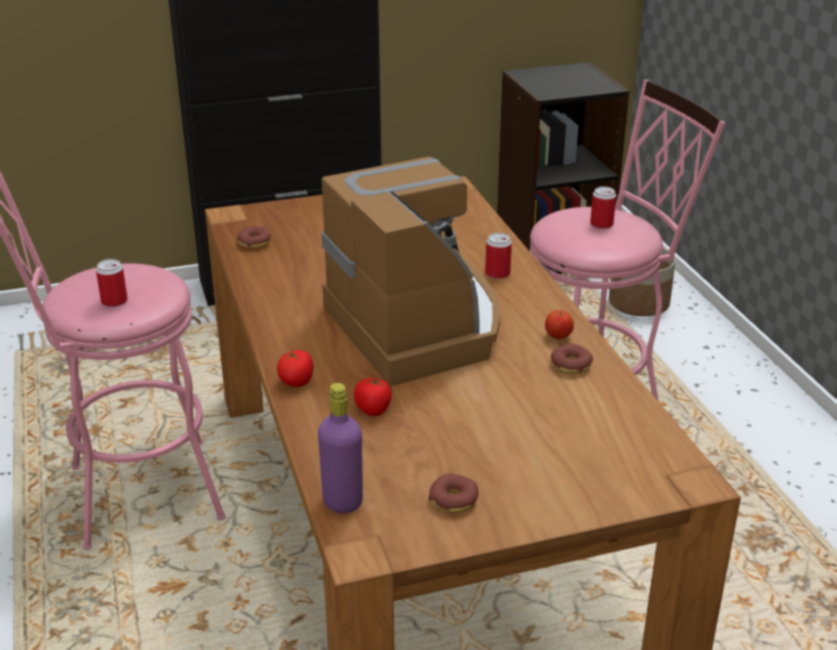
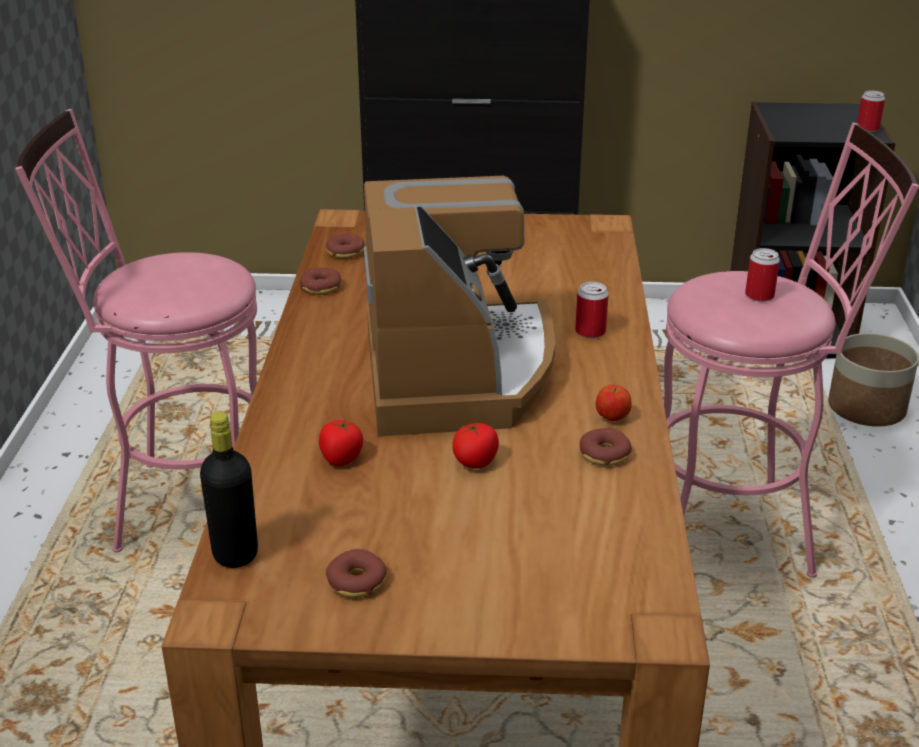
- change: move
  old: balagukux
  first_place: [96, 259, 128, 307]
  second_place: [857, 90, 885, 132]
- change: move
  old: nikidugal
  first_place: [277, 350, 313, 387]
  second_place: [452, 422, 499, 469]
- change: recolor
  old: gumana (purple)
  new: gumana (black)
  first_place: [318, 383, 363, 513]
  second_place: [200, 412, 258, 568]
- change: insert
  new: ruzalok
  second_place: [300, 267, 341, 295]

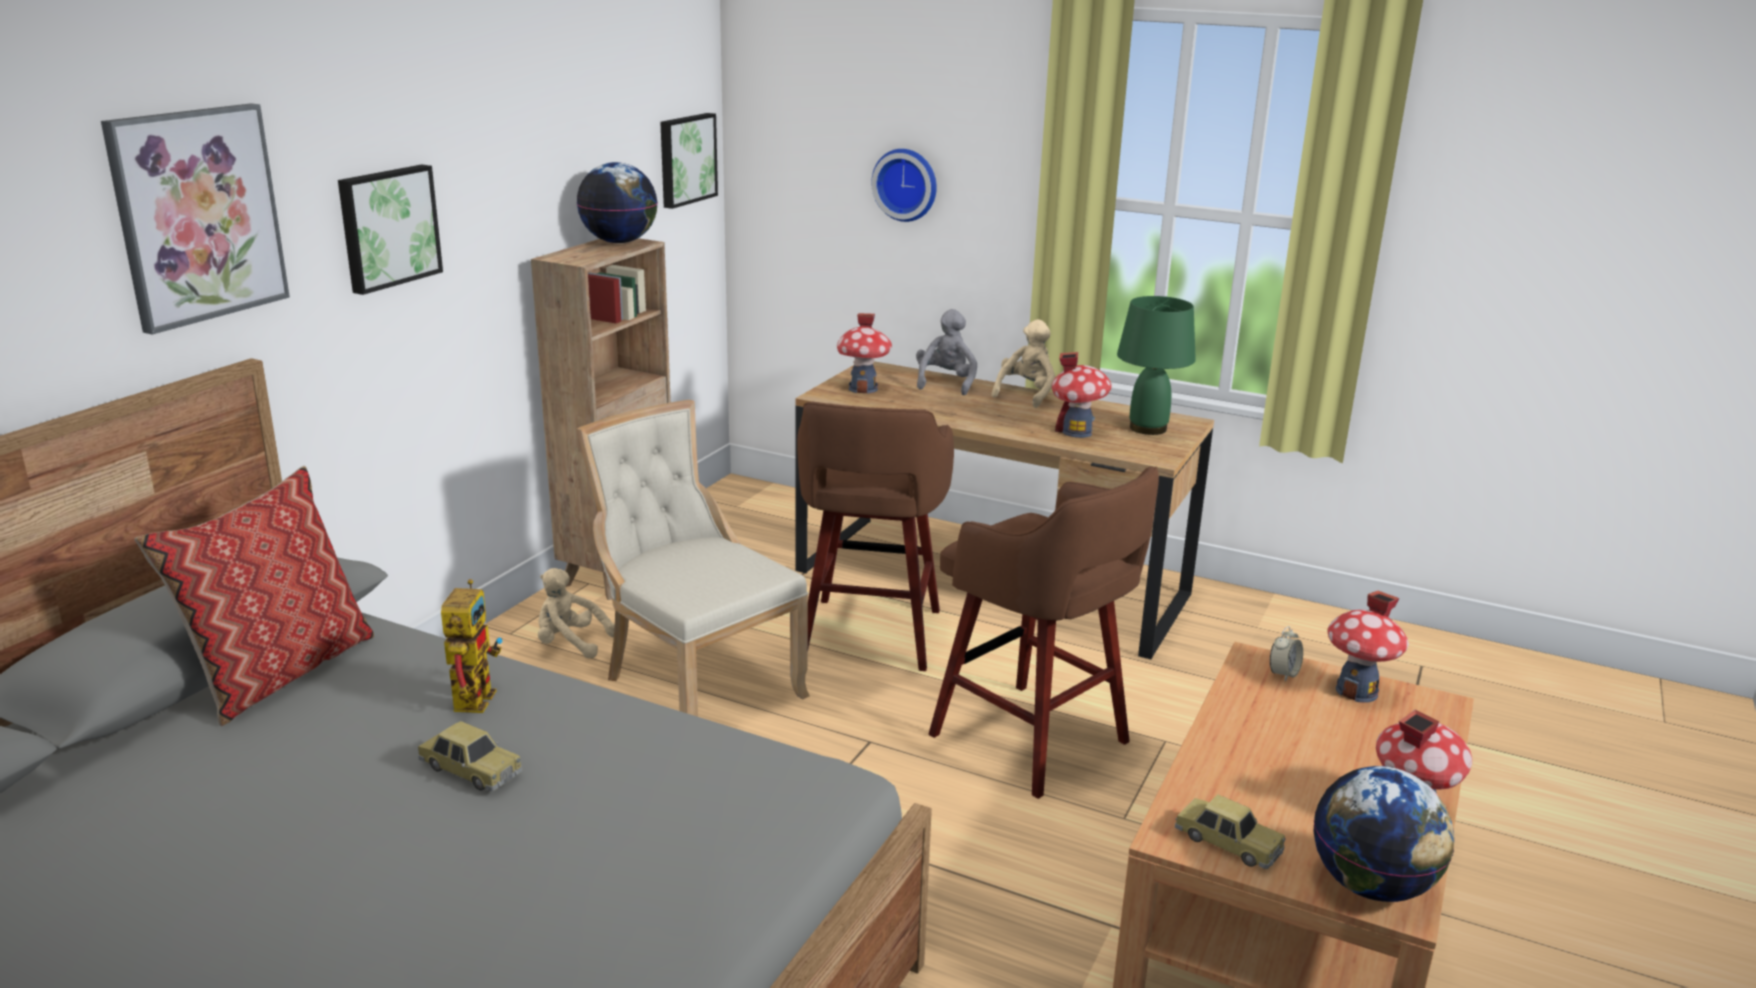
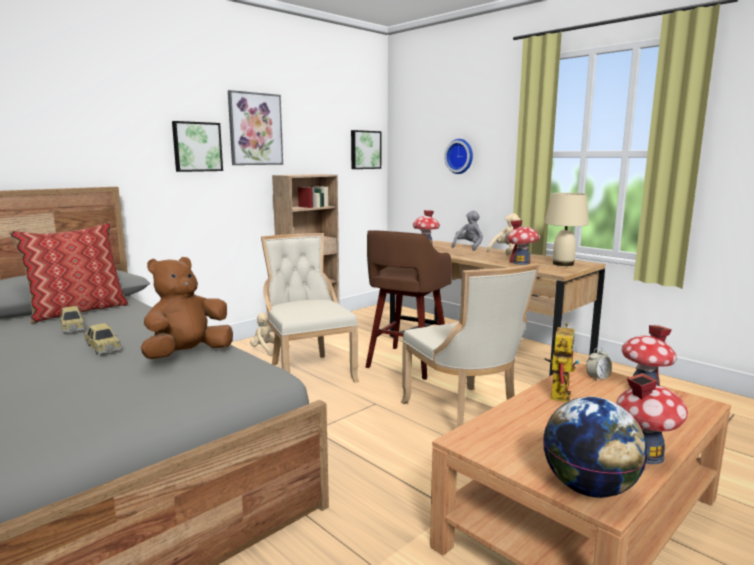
- change: move
  old: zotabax
  first_place: [101, 103, 290, 334]
  second_place: [228, 90, 283, 165]
- change: delete
  old: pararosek
  first_place: [576, 162, 658, 243]
- change: recolor
  old: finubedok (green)
  new: finubedok (beige)
  first_place: [1117, 296, 1196, 435]
  second_place: [545, 193, 589, 266]
- change: replace
  old: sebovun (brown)
  new: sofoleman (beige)
  first_place: [929, 466, 1159, 799]
  second_place: [401, 263, 540, 427]
- change: move
  old: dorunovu
  first_place: [441, 579, 503, 713]
  second_place: [544, 323, 579, 402]
- change: move
  old: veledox
  first_place: [1175, 795, 1285, 869]
  second_place: [59, 306, 85, 333]
- change: insert
  new: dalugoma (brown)
  second_place: [141, 257, 233, 359]

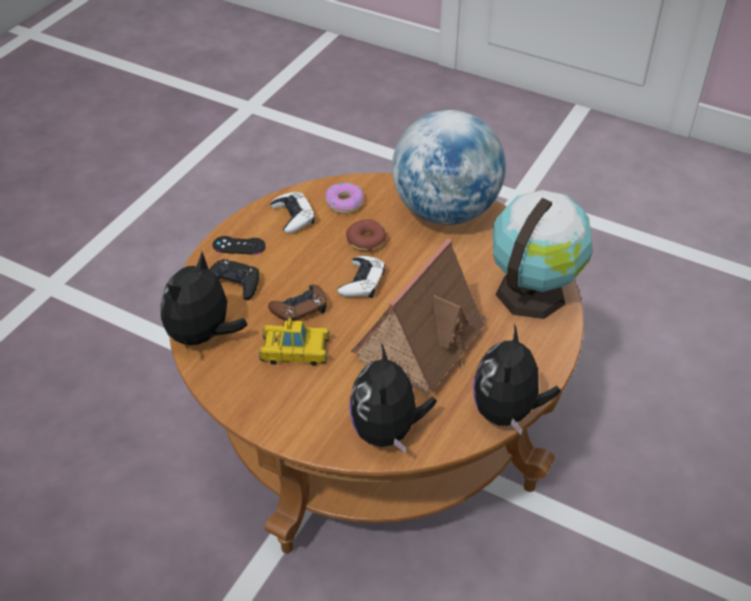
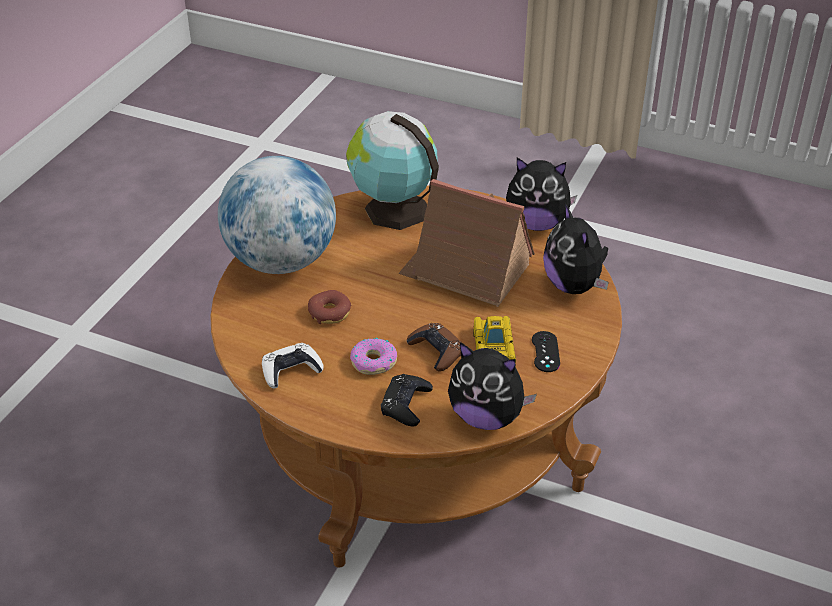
- change: move
  old: ruzalok
  first_place: [325, 183, 364, 214]
  second_place: [350, 337, 397, 375]
- change: move
  old: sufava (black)
  first_place: [212, 236, 266, 255]
  second_place: [532, 331, 560, 372]
- change: delete
  old: sufava (white)
  first_place: [337, 256, 385, 298]
- change: rotate
  old: dalugoma
  first_place: [349, 343, 437, 453]
  second_place: [543, 203, 609, 294]
  degrees: 75

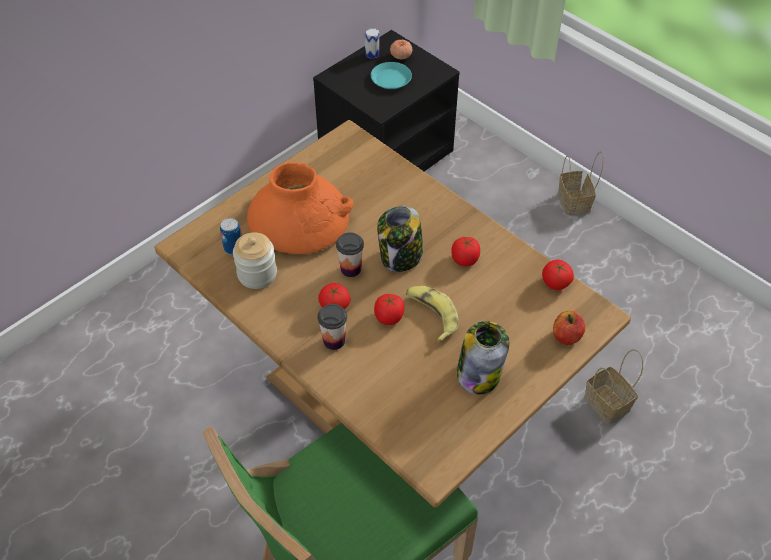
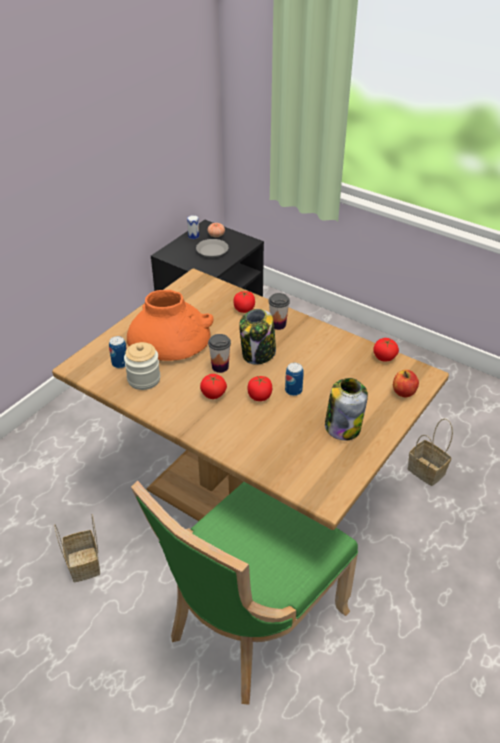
- change: recolor
  old: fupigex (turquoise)
  new: fupigex (grey)
  first_place: [371, 62, 412, 89]
  second_place: [196, 239, 229, 258]
- change: move
  old: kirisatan
  first_place: [558, 151, 604, 215]
  second_place: [54, 514, 100, 582]
- change: move
  old: nikidugal
  first_place: [451, 237, 480, 266]
  second_place: [233, 291, 255, 313]
- change: replace
  old: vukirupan
  new: balagukux
  first_place: [406, 286, 459, 343]
  second_place: [285, 363, 304, 396]
- change: move
  old: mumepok
  first_place: [318, 304, 347, 350]
  second_place: [268, 293, 290, 330]

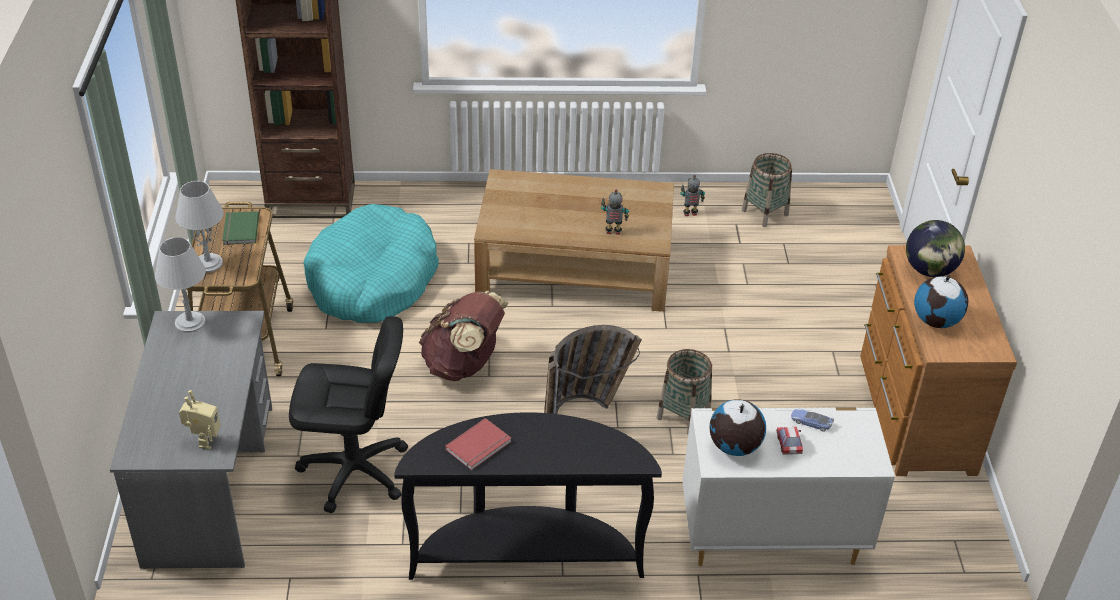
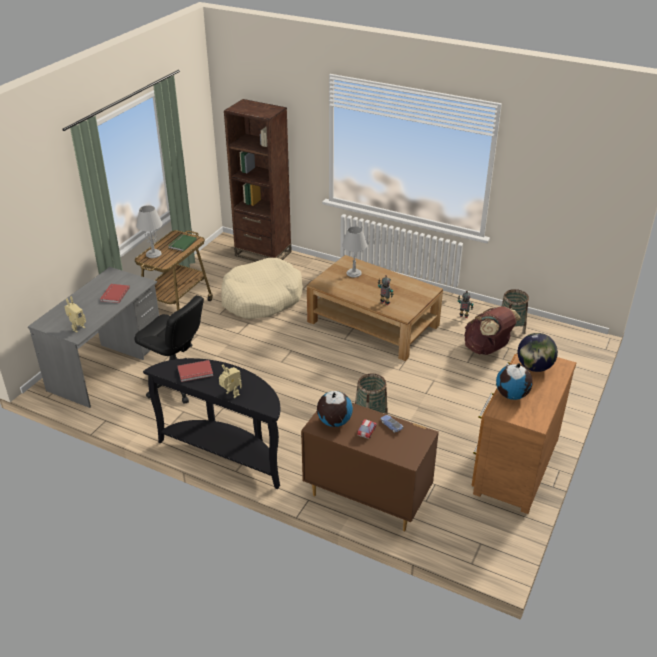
- change: recolor
  old: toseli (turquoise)
  new: toseli (beige)
  first_place: [303, 204, 439, 323]
  second_place: [221, 258, 303, 319]
- change: move
  old: finubedok (grey)
  first_place: [155, 237, 206, 333]
  second_place: [342, 226, 367, 278]
- change: move
  old: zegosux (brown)
  first_place: [419, 291, 508, 381]
  second_place: [465, 306, 522, 355]
- change: delete
  old: kirisatan
  first_place: [544, 325, 642, 414]
- change: recolor
  old: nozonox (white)
  new: nozonox (brown)
  first_place: [682, 408, 895, 566]
  second_place: [301, 403, 439, 531]
- change: insert
  new: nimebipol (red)
  second_place: [100, 284, 130, 303]
- change: insert
  new: dorunovu
  second_place: [219, 365, 242, 398]

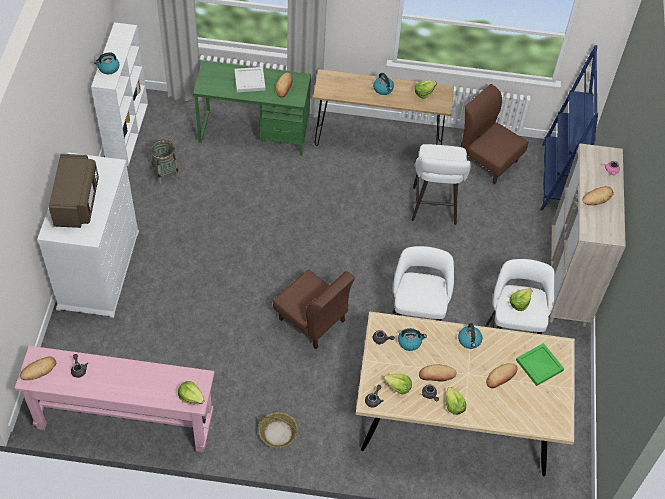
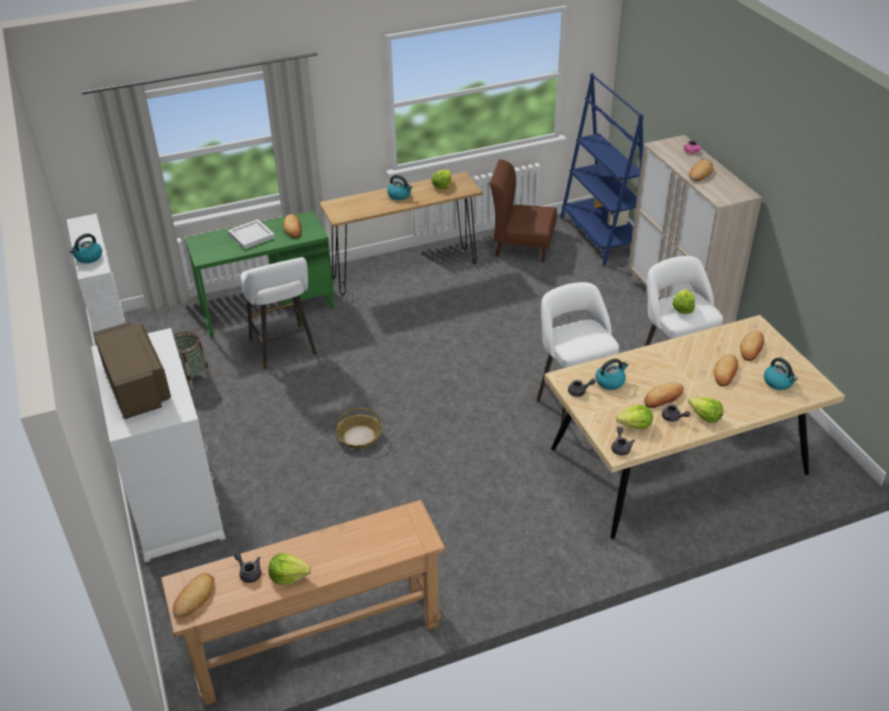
- change: move
  old: sebovun (white)
  first_place: [412, 144, 471, 225]
  second_place: [240, 257, 317, 369]
- change: delete
  old: sofoleman (brown)
  first_place: [273, 270, 355, 349]
- change: move
  old: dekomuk
  first_place: [458, 323, 482, 349]
  second_place: [764, 358, 798, 390]
- change: replace
  old: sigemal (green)
  new: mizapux
  first_place: [516, 343, 564, 386]
  second_place: [740, 331, 764, 361]
- change: recolor
  old: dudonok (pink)
  new: dudonok (brown)
  first_place: [14, 346, 215, 452]
  second_place: [161, 500, 445, 705]
- change: move
  old: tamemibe
  first_place: [178, 381, 205, 404]
  second_place: [268, 553, 311, 585]
- change: move
  old: kirisatan
  first_place: [259, 412, 298, 448]
  second_place: [335, 408, 381, 449]

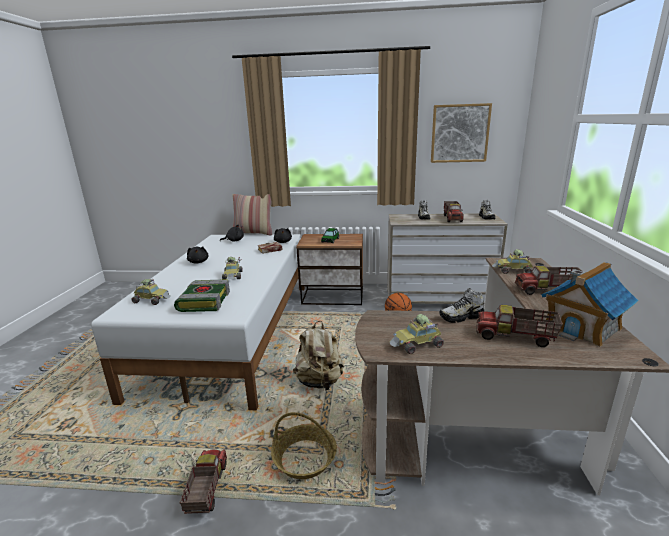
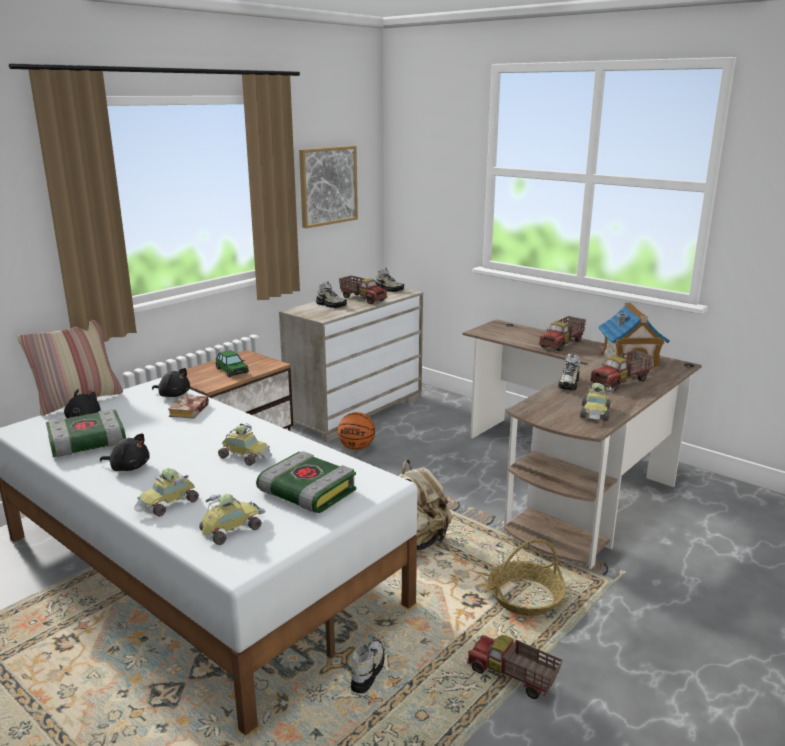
- change: move
  old: veledox
  first_place: [492, 249, 533, 274]
  second_place: [134, 468, 199, 517]
- change: insert
  new: nimebipol
  second_place: [46, 409, 126, 457]
- change: insert
  new: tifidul
  second_place: [351, 640, 384, 693]

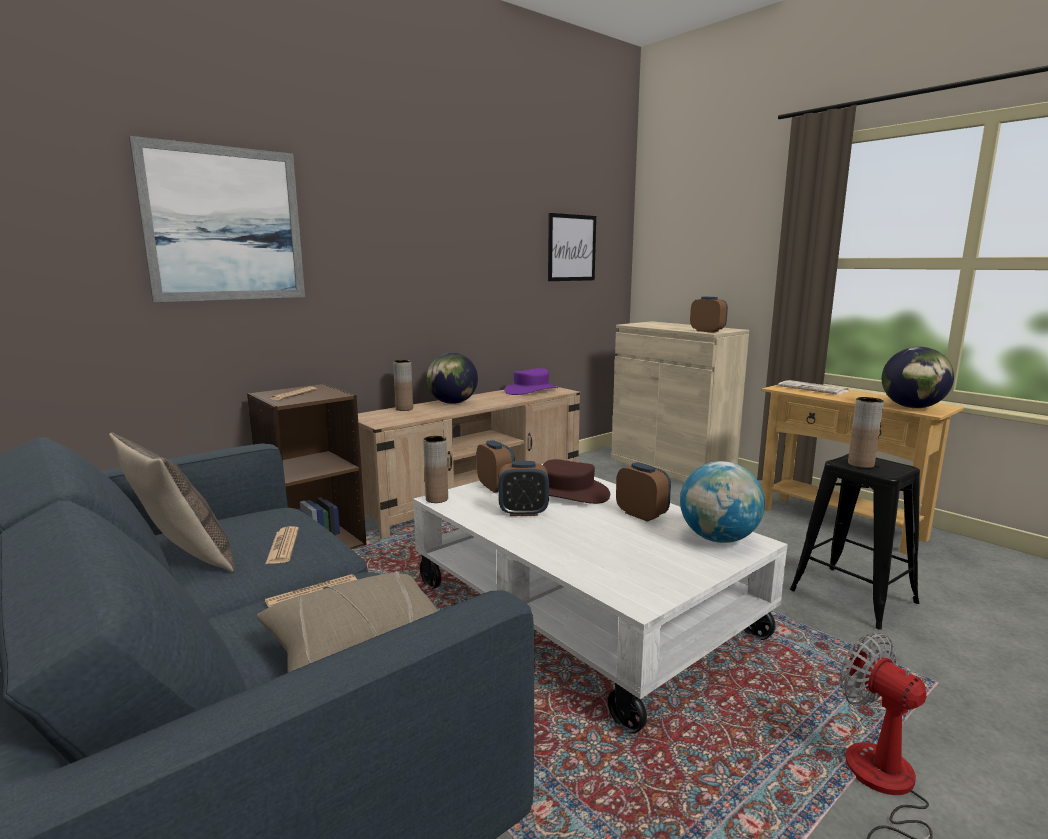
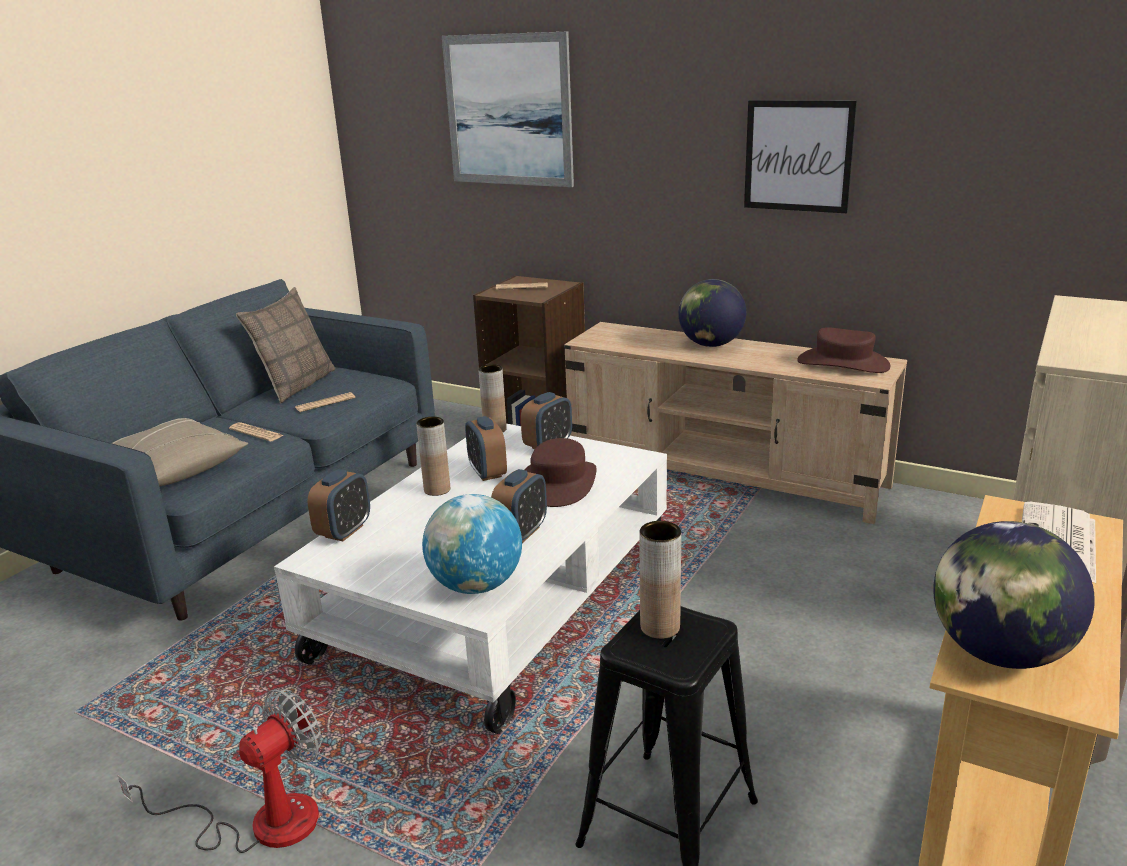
- change: move
  old: zotabax
  first_place: [548, 213, 596, 281]
  second_place: [744, 100, 857, 213]
- change: move
  old: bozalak
  first_place: [690, 296, 728, 333]
  second_place: [308, 469, 370, 541]
- change: move
  old: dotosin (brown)
  first_place: [393, 360, 413, 411]
  second_place: [416, 417, 450, 496]
- change: recolor
  old: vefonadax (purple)
  new: vefonadax (brown)
  first_place: [504, 368, 558, 395]
  second_place: [797, 327, 890, 373]

